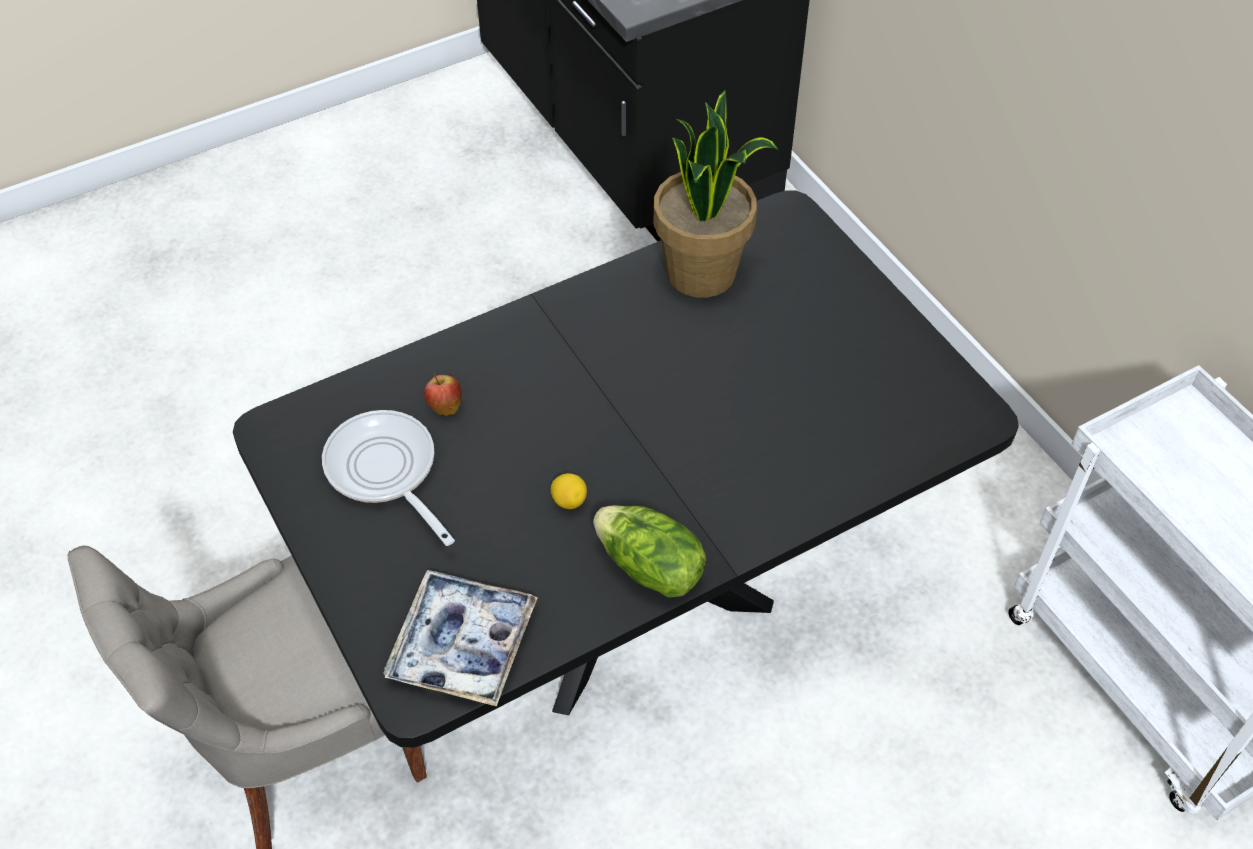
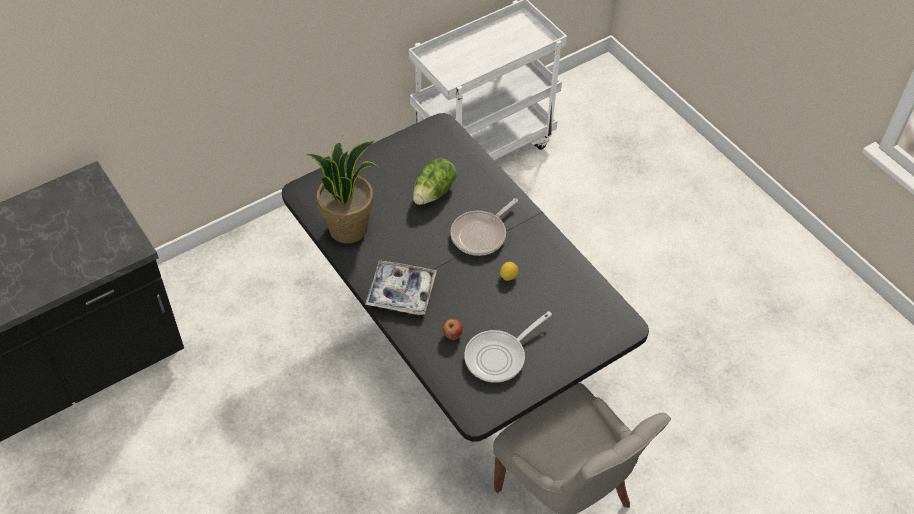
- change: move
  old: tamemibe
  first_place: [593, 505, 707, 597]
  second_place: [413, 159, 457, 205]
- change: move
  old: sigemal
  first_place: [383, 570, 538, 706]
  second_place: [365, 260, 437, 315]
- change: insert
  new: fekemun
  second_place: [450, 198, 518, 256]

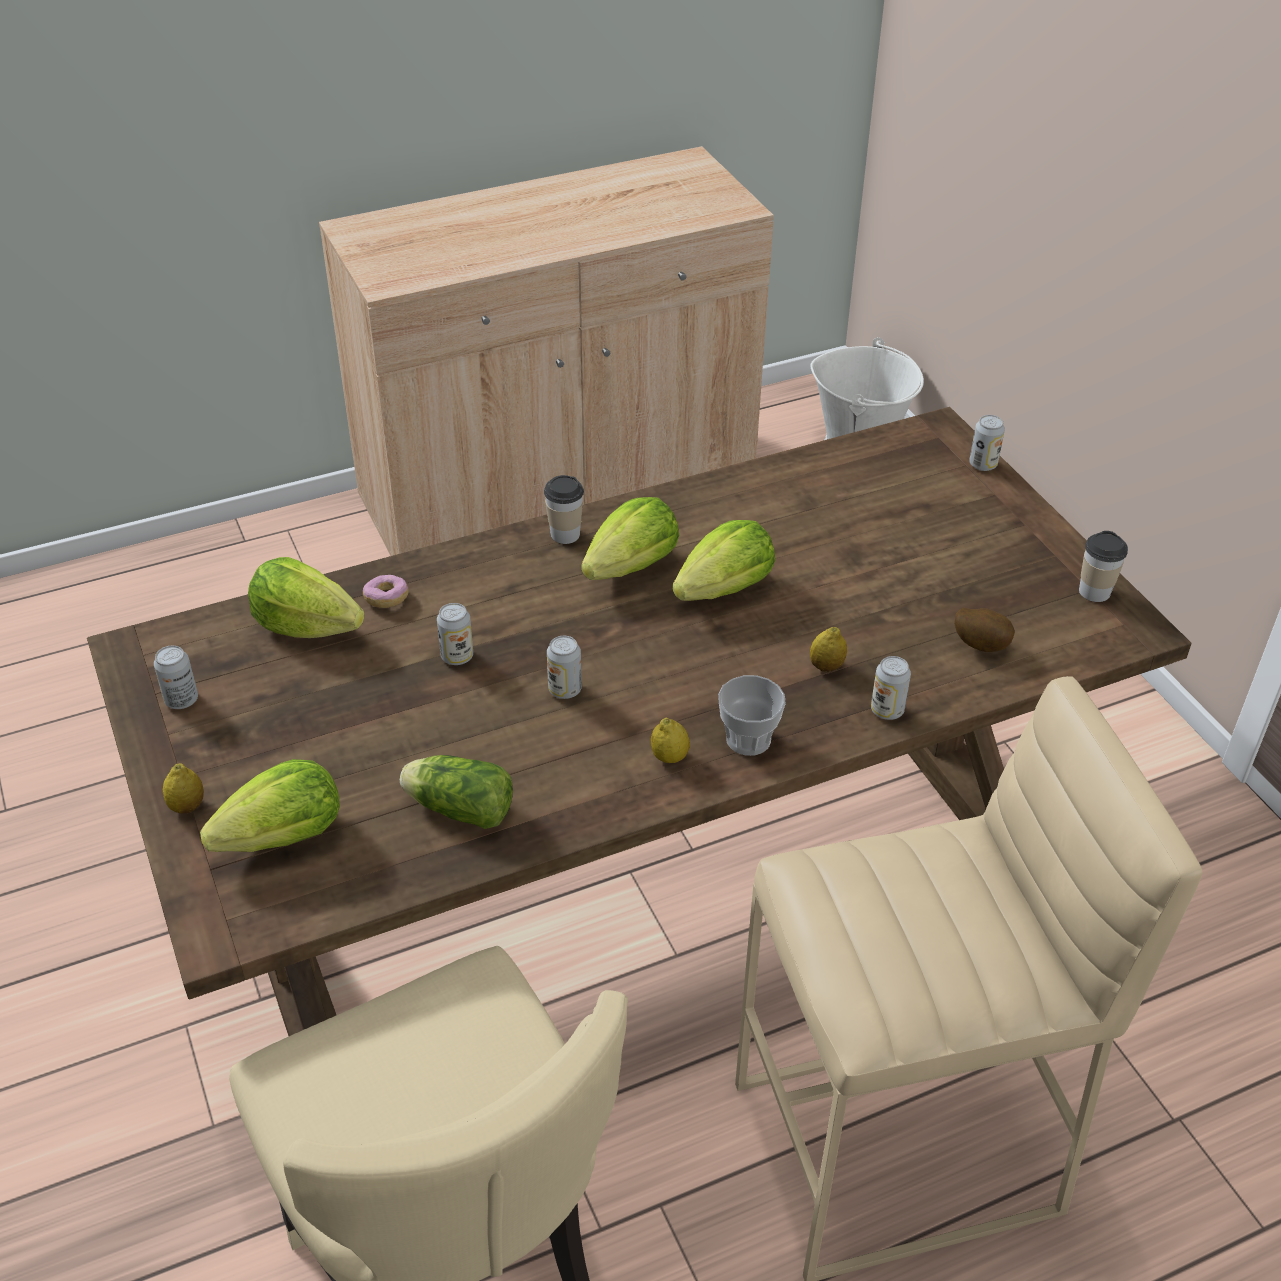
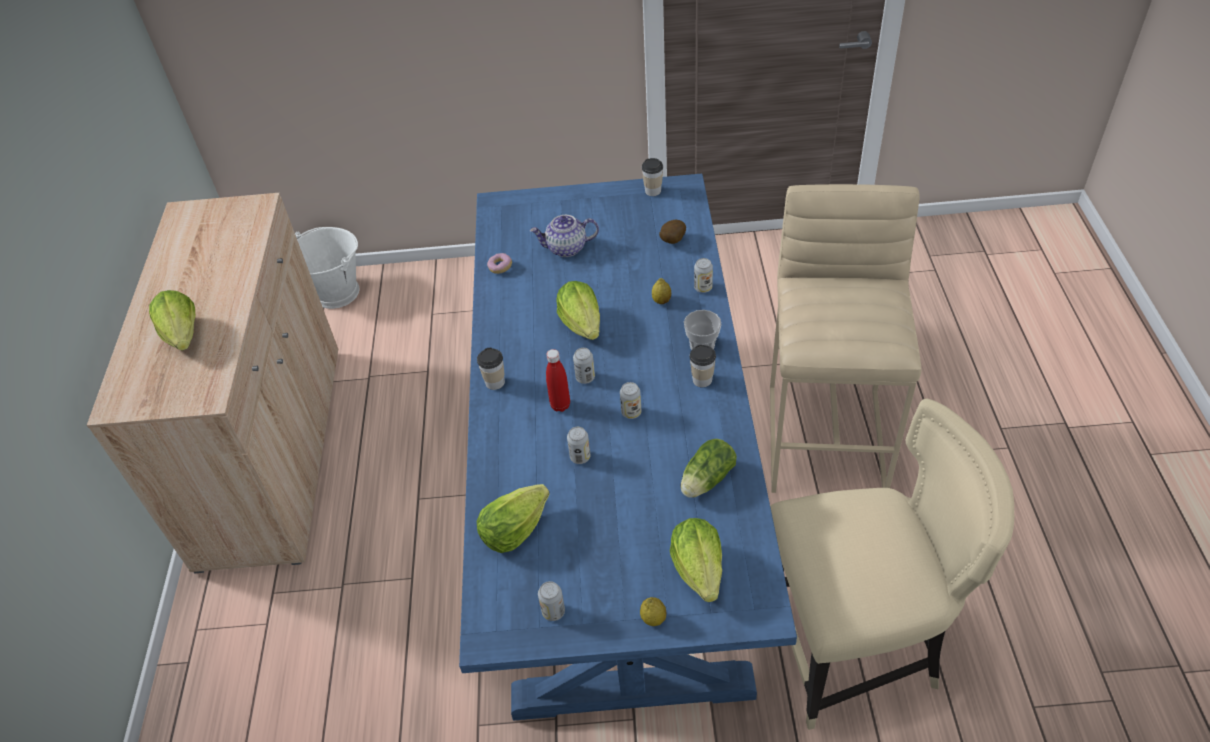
- change: recolor
  old: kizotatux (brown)
  new: kizotatux (blue)
  first_place: [87, 407, 1192, 1036]
  second_place: [459, 174, 797, 721]
- change: move
  old: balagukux
  first_place: [969, 415, 1005, 471]
  second_place: [573, 348, 595, 384]
- change: move
  old: tamemibe
  first_place: [581, 497, 679, 580]
  second_place: [149, 290, 195, 351]
- change: move
  old: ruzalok
  first_place: [363, 575, 408, 608]
  second_place: [487, 253, 512, 274]
- change: replace
  old: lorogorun
  new: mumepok
  first_place: [651, 718, 690, 763]
  second_place: [690, 345, 716, 387]
- change: insert
  new: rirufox
  second_place: [530, 215, 599, 257]
- change: insert
  new: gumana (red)
  second_place: [546, 349, 570, 412]

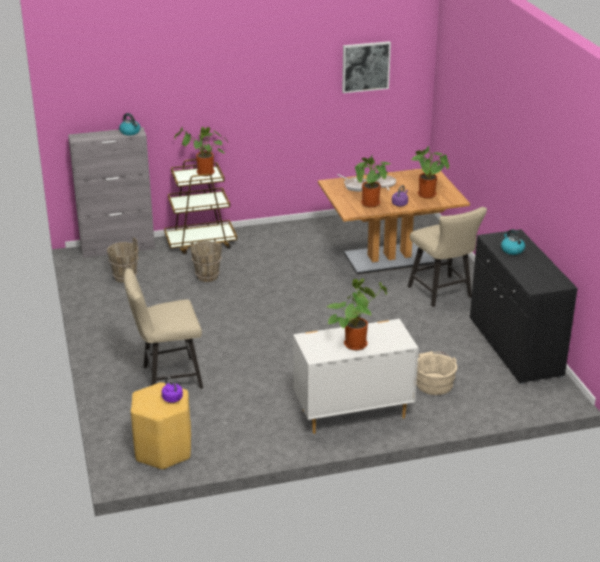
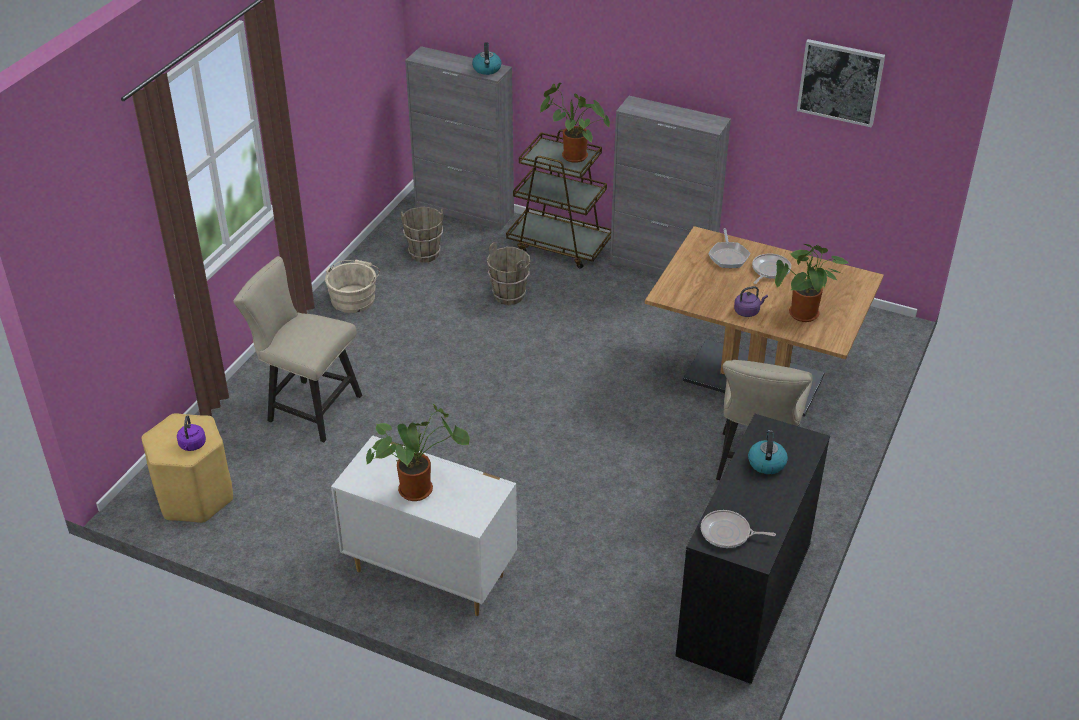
- change: delete
  old: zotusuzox
  first_place: [355, 156, 391, 207]
- change: move
  old: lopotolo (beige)
  first_place: [416, 351, 457, 395]
  second_place: [325, 260, 380, 313]
- change: insert
  new: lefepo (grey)
  second_place: [610, 96, 731, 276]
- change: insert
  new: fekemun
  second_place: [701, 510, 776, 548]

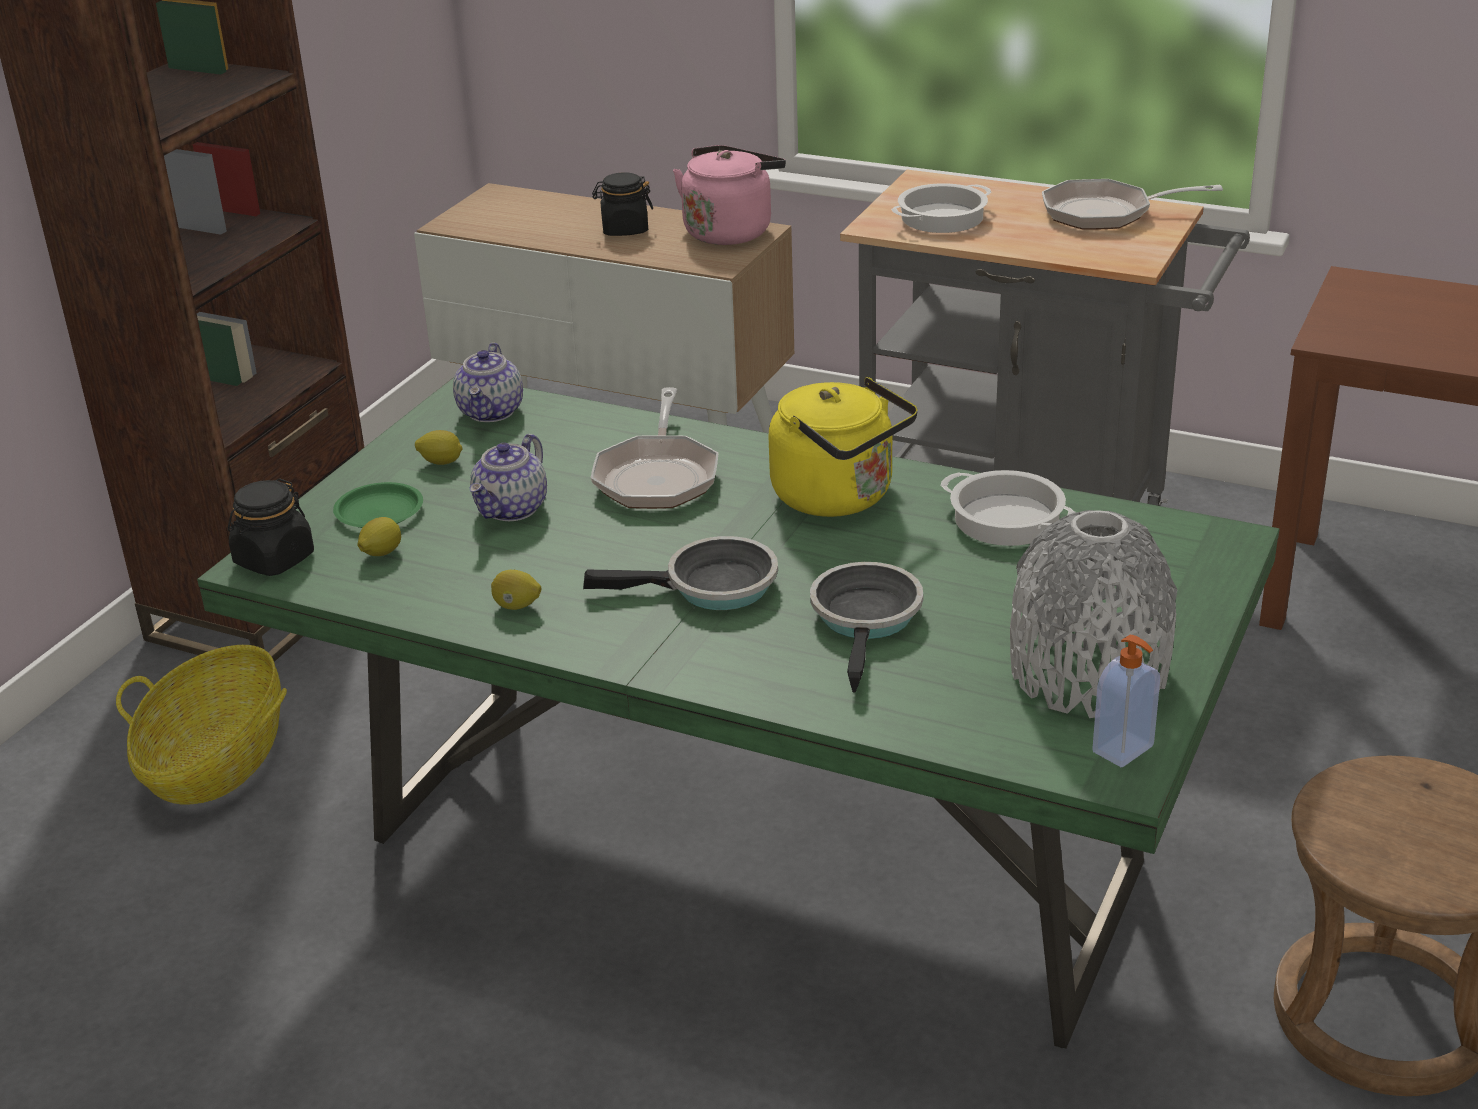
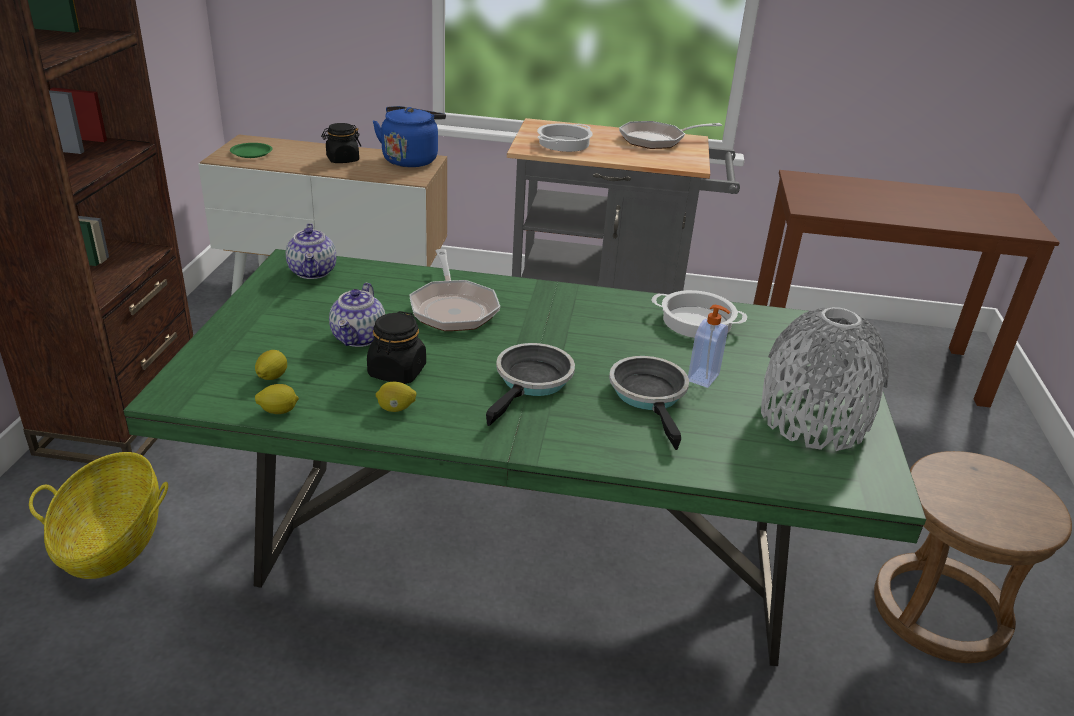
- change: recolor
  old: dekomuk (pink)
  new: dekomuk (blue)
  first_place: [673, 145, 786, 245]
  second_place: [373, 106, 446, 167]
- change: delete
  old: dekomuk (yellow)
  first_place: [769, 377, 918, 517]
- change: move
  old: lorogorun
  first_place: [415, 430, 463, 465]
  second_place: [255, 384, 299, 414]
- change: move
  old: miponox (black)
  first_place: [228, 478, 314, 576]
  second_place: [367, 311, 426, 384]
- change: move
  old: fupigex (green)
  first_place: [333, 482, 423, 528]
  second_place: [230, 143, 273, 158]
- change: rotate
  old: fekemun
  first_place: [583, 536, 778, 610]
  second_place: [486, 343, 575, 426]
  degrees: -45
- change: move
  old: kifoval
  first_place: [1092, 635, 1160, 767]
  second_place: [688, 305, 730, 388]

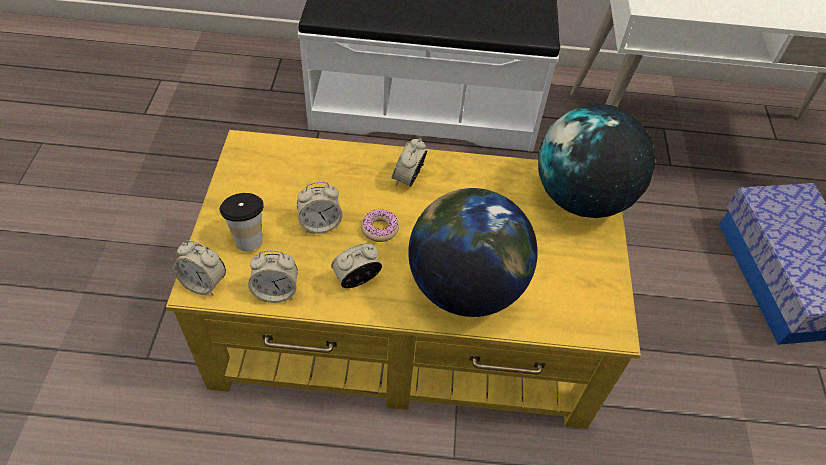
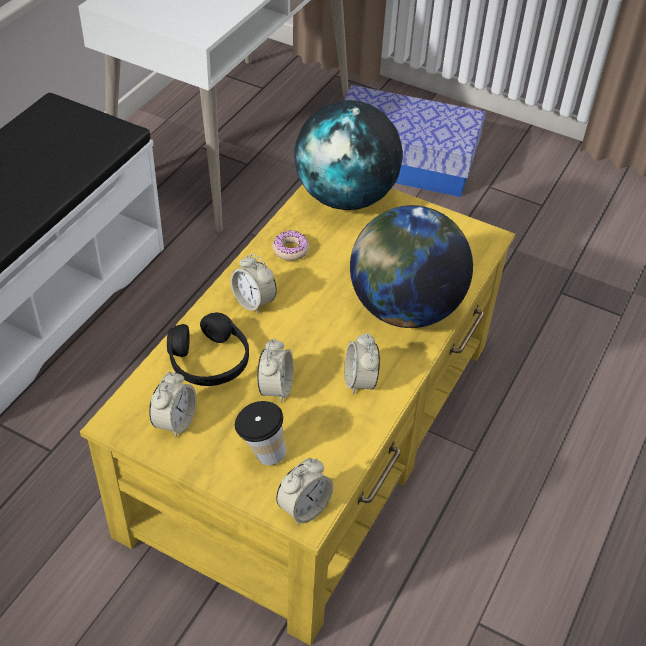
- change: move
  old: ruzalok
  first_place: [361, 209, 399, 242]
  second_place: [272, 230, 309, 261]
- change: move
  old: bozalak
  first_place: [248, 250, 298, 303]
  second_place: [149, 371, 197, 438]
- change: insert
  new: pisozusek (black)
  second_place: [167, 312, 249, 386]

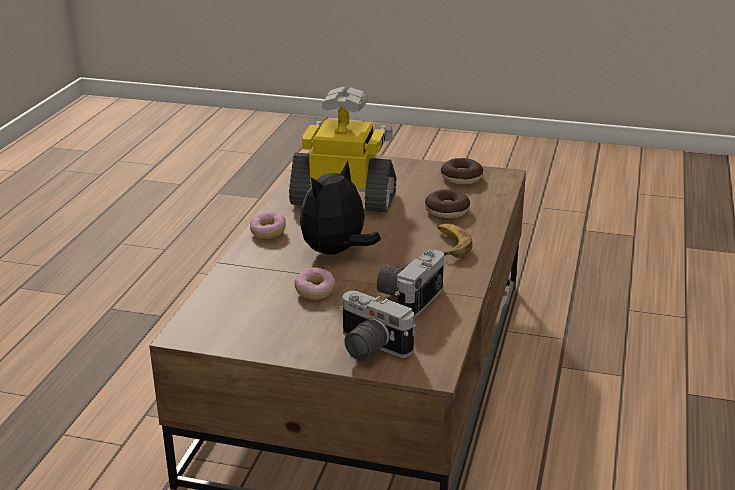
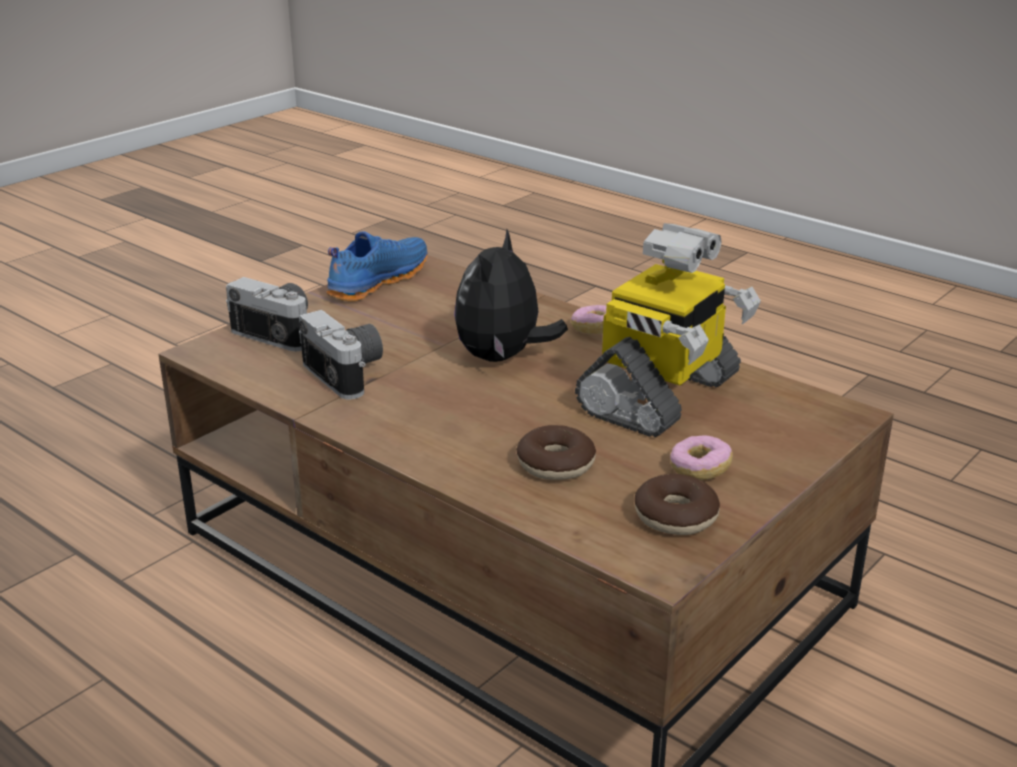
- change: rotate
  old: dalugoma
  first_place: [300, 160, 381, 255]
  second_place: [454, 229, 568, 362]
  degrees: -135
- change: delete
  old: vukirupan
  first_place: [437, 223, 473, 258]
- change: move
  old: ruzalok
  first_place: [294, 267, 335, 300]
  second_place: [670, 435, 733, 480]
- change: rotate
  old: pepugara
  first_place: [339, 291, 415, 361]
  second_place: [226, 277, 308, 352]
  degrees: 60
- change: insert
  new: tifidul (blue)
  second_place: [326, 231, 428, 301]

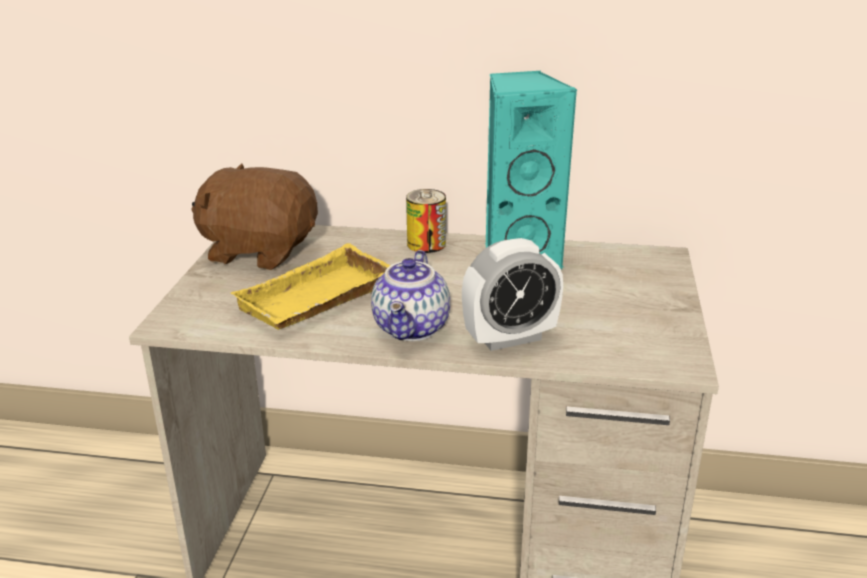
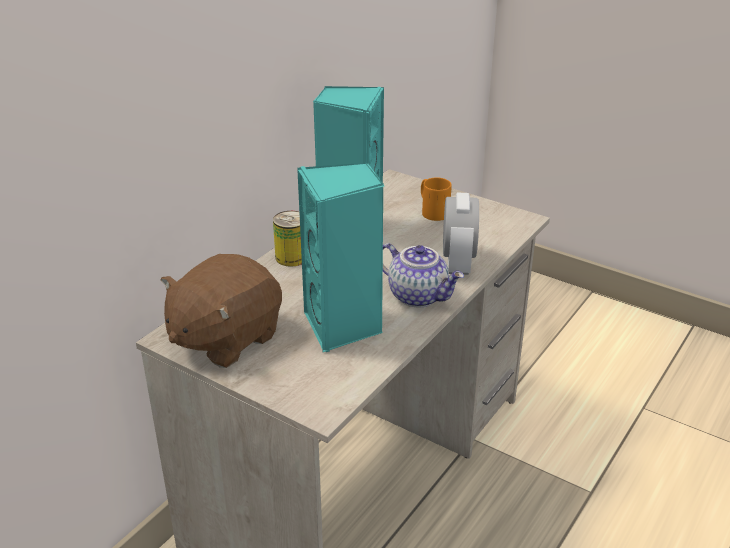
- change: replace
  old: sigemal (yellow)
  new: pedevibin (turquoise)
  first_place: [231, 243, 391, 330]
  second_place: [297, 163, 384, 352]
- change: insert
  new: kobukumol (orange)
  second_place: [421, 178, 452, 221]

